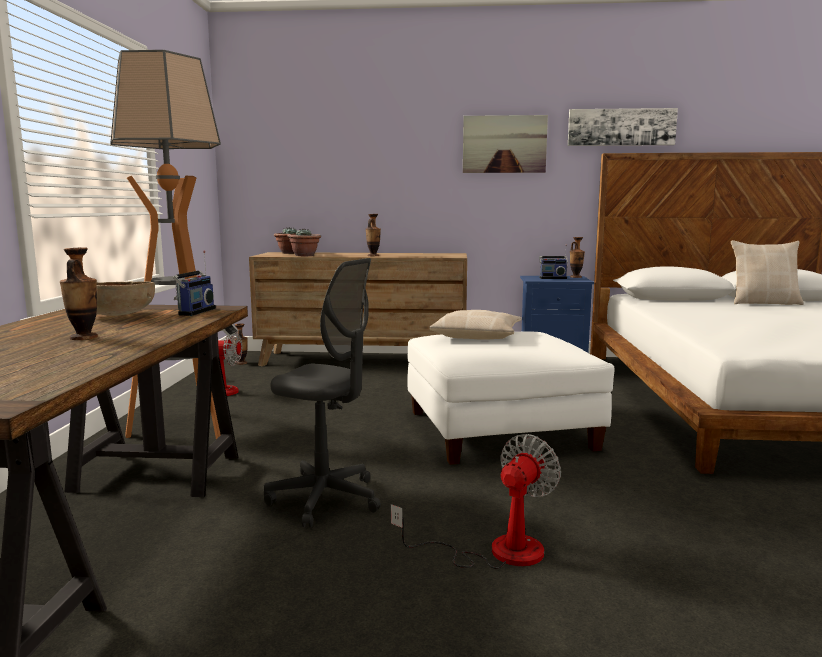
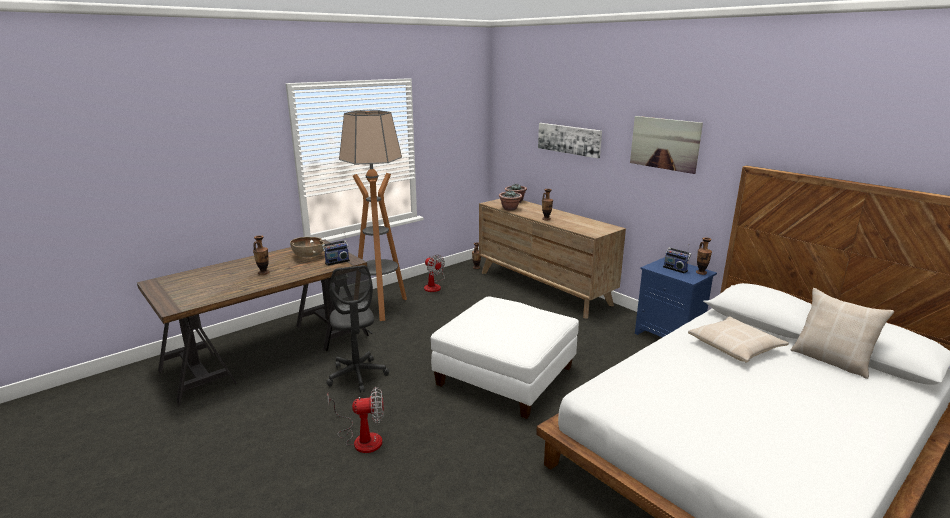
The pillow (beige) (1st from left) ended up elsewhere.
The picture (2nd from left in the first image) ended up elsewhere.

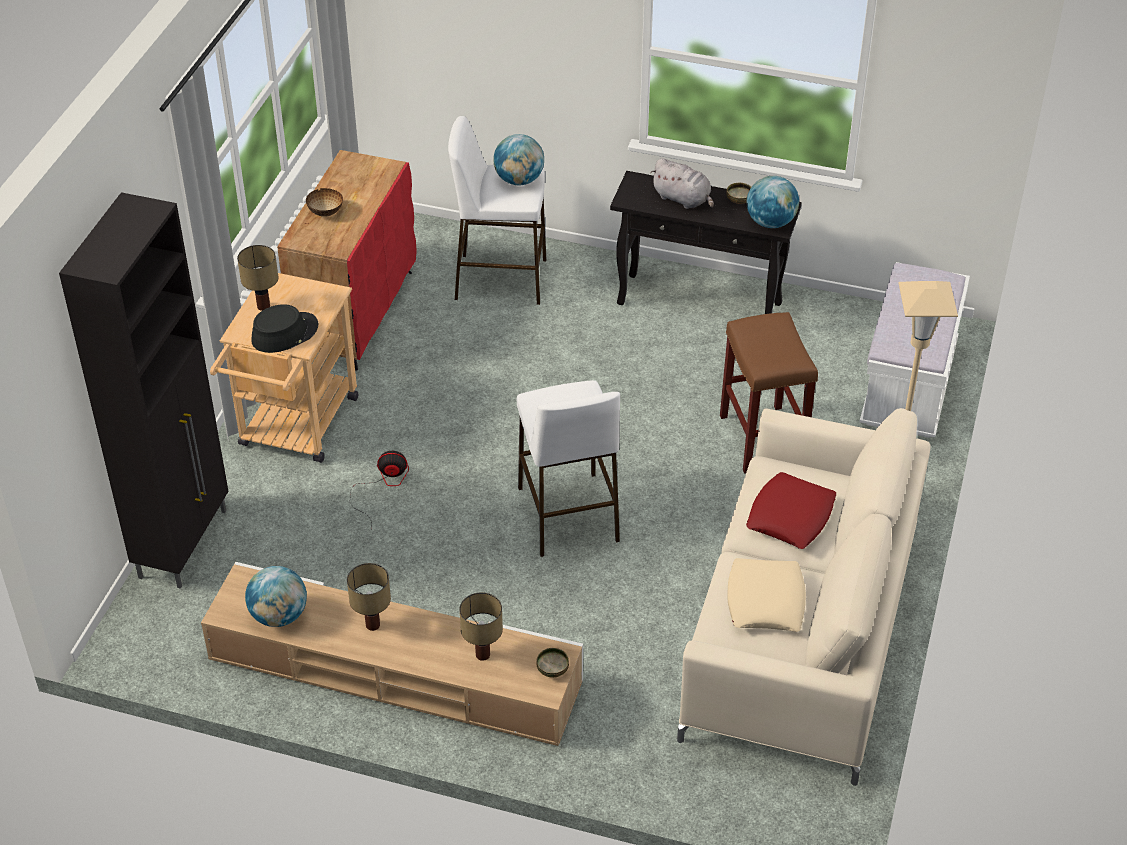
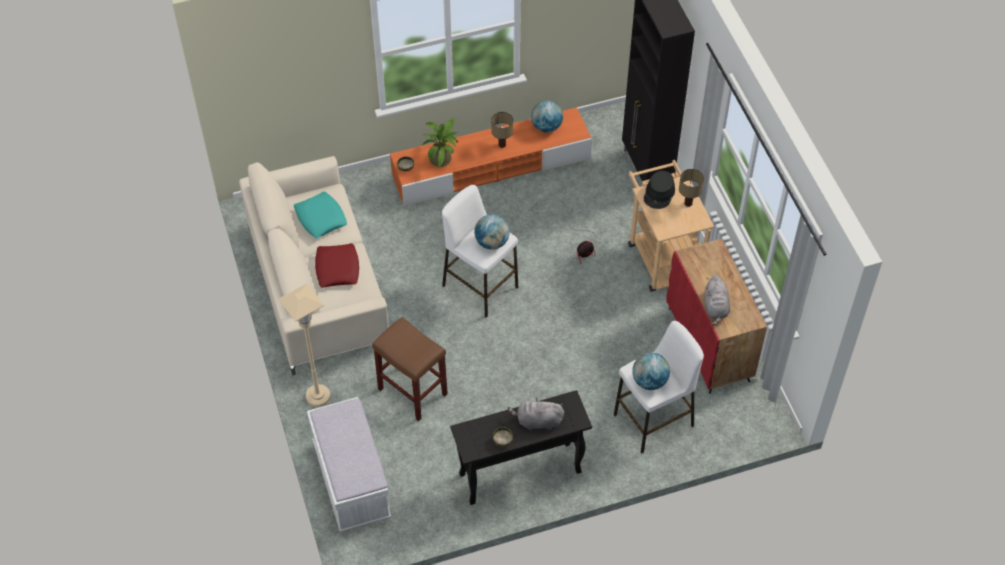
What was the tv stand (beige) turned into the tv stand (orange).
The second view lost the bowl (1st from left).
Where the table lamp (3rd from left) stood, the potted plant came to stand.
What was the pillow (beige) turned into the pillow (turquoise).
The globe (3rd from left in the first image) ended up elsewhere.
The second view gained the plush toy (grey) (2nd from left).

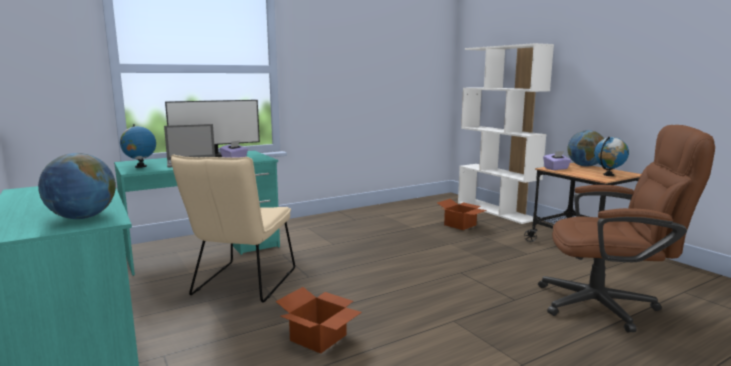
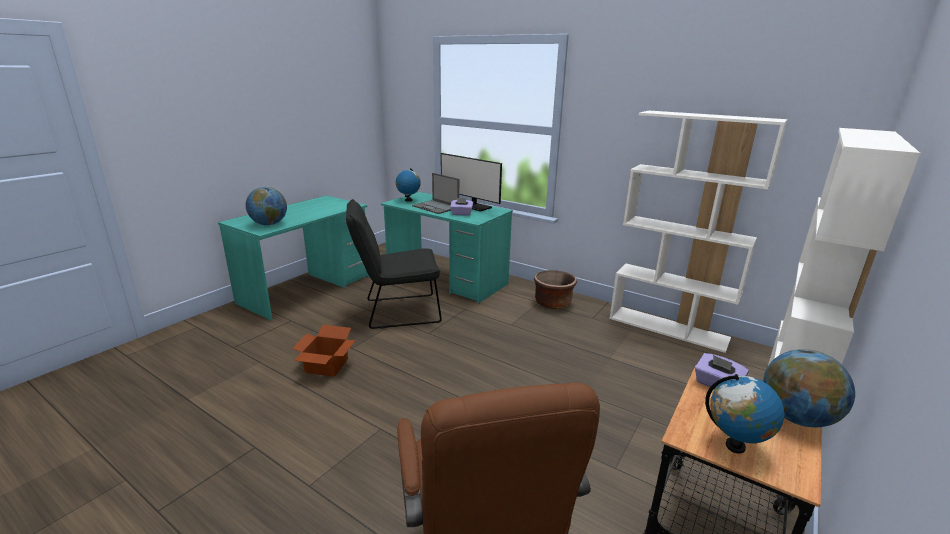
What was the chair (beige) turned into the chair (black).
The second view lost the cardboard box (2nd from left).
The second view gained the planter (brown).
The second view gained the bookcase (white) (1st from left).

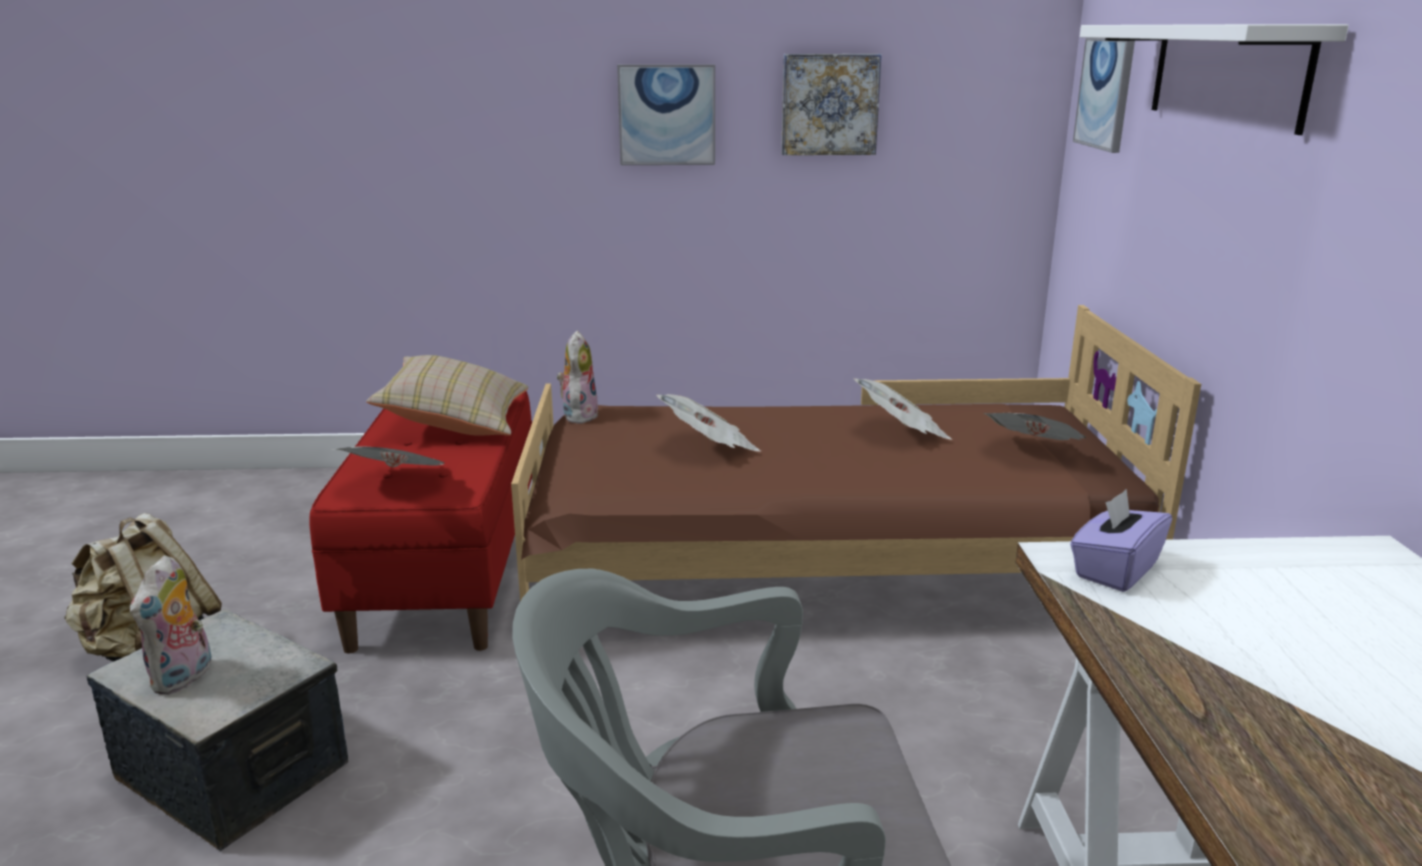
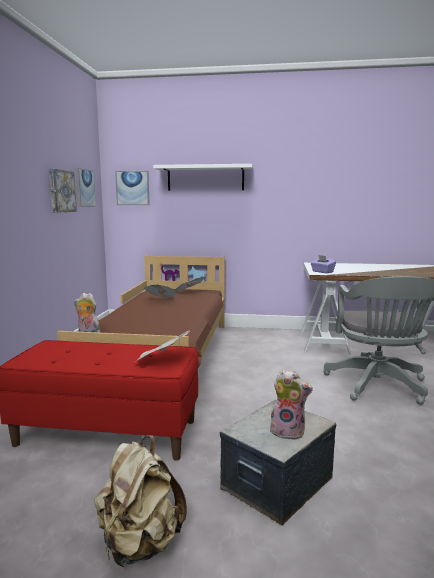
The second view lost the pillow (beige).
The picture (1st from left in the first image) ended up elsewhere.
The second view lost the newspaper (2nd from left).

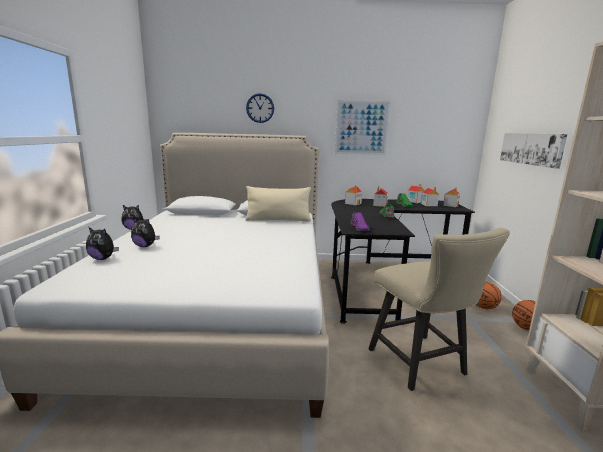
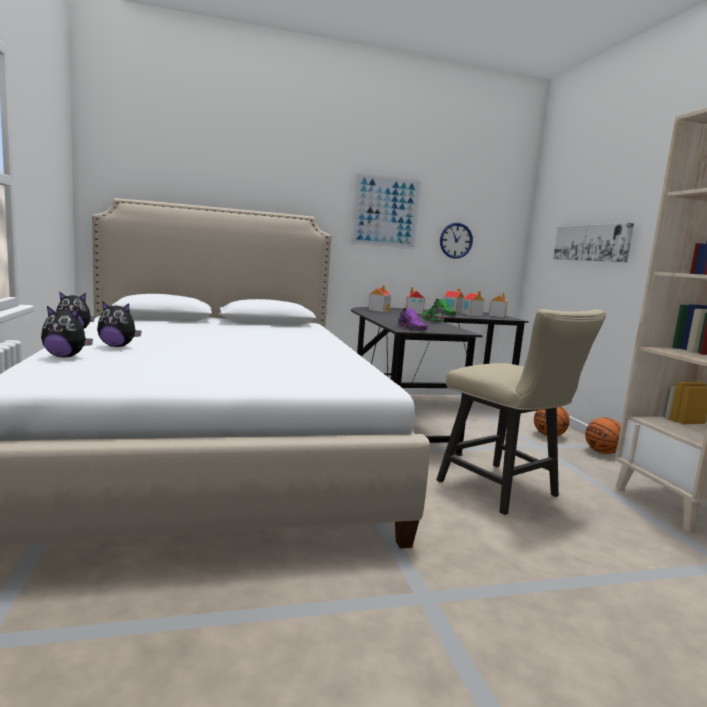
The wall clock ended up elsewhere.
The second view lost the pillow (beige).

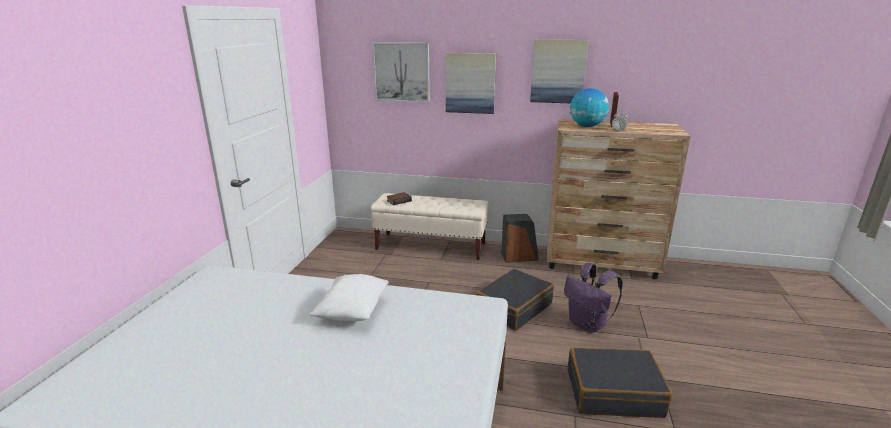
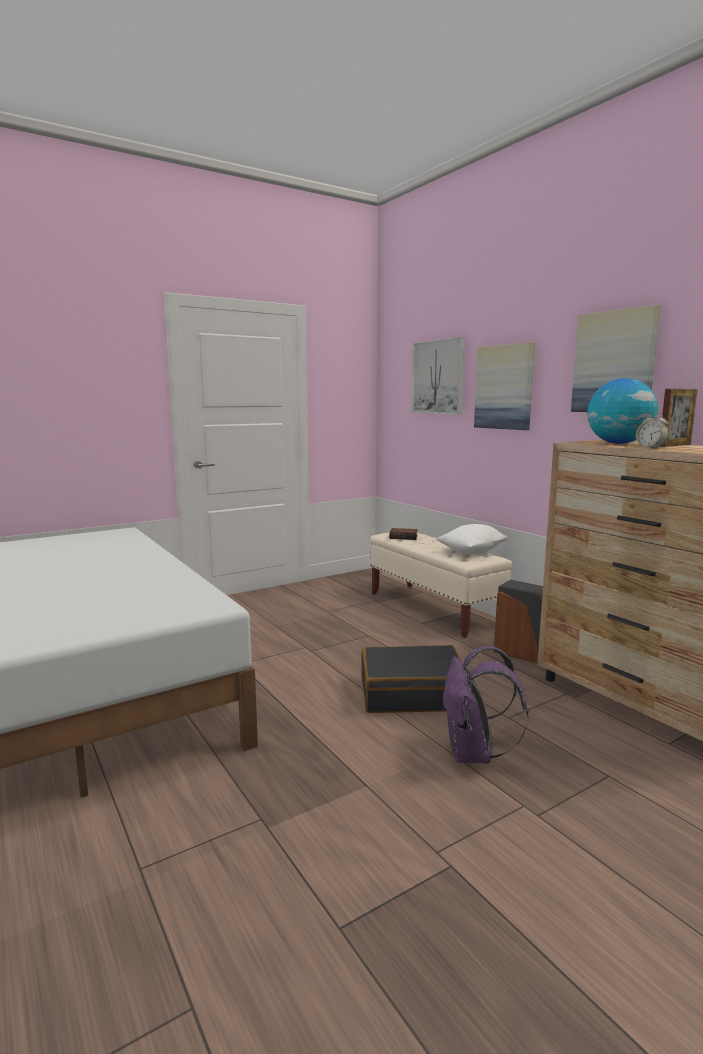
The pillow (white) ended up elsewhere.
The second view lost the suitcase (black) (2nd from left).

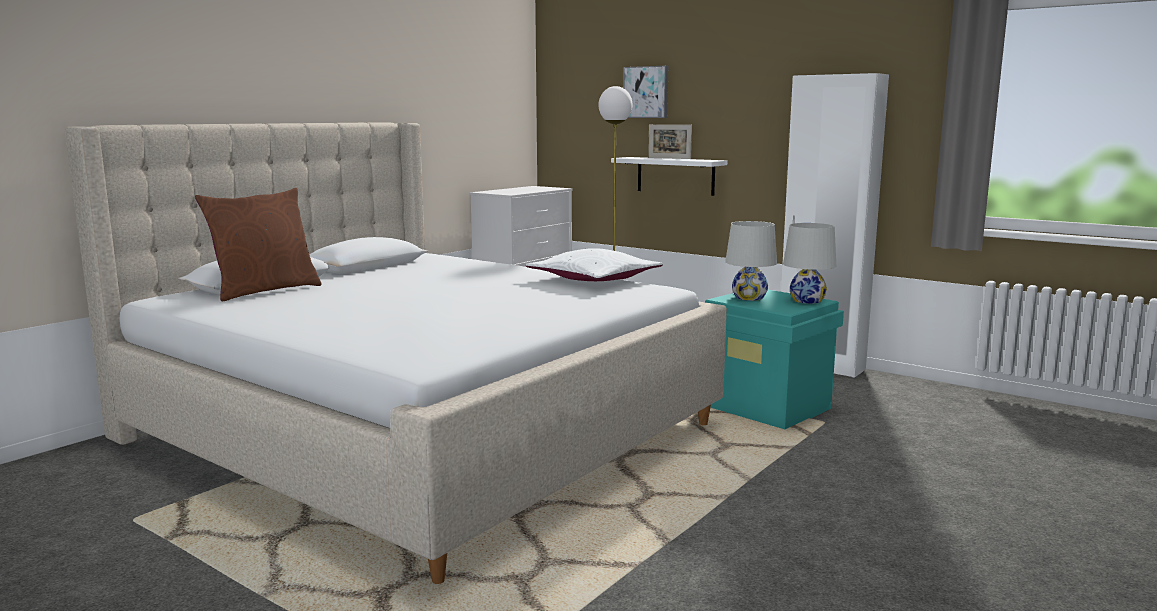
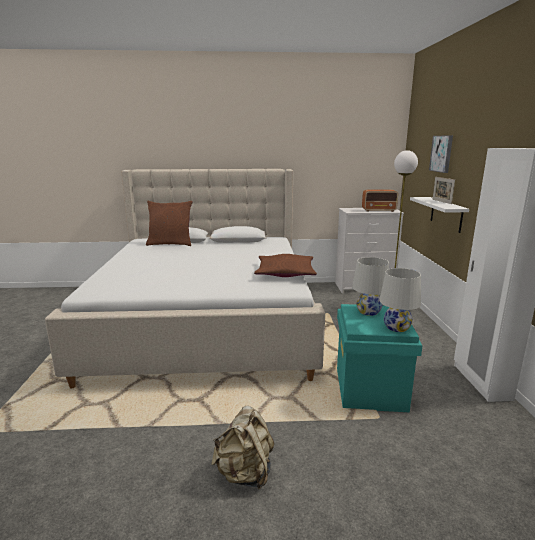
What was the pillow (white) turned into the pillow (brown) (2nd from left).
The second view gained the backpack (beige).
The second view gained the radio.

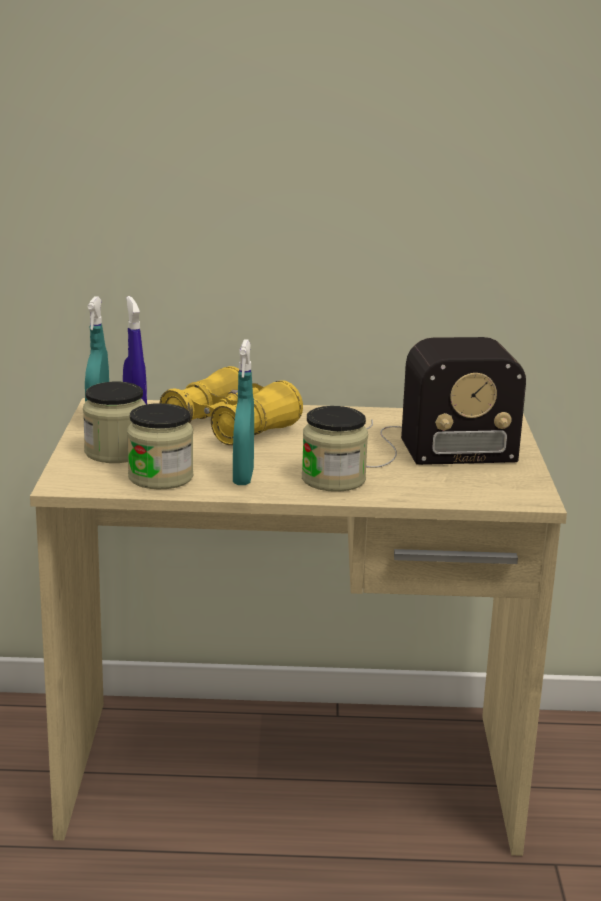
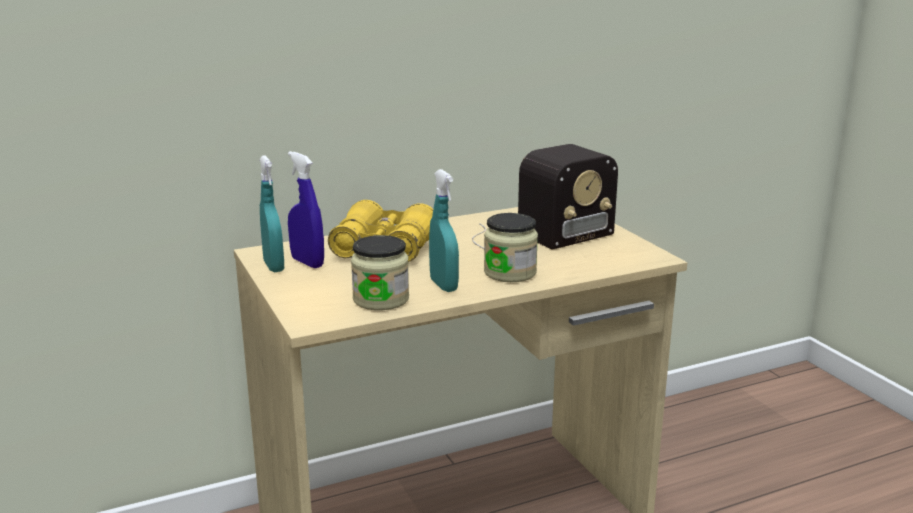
The second view lost the jar (1st from left).

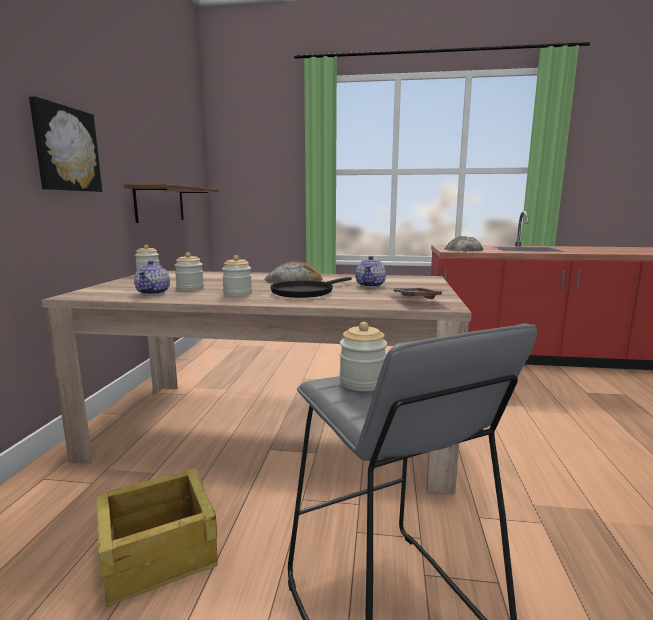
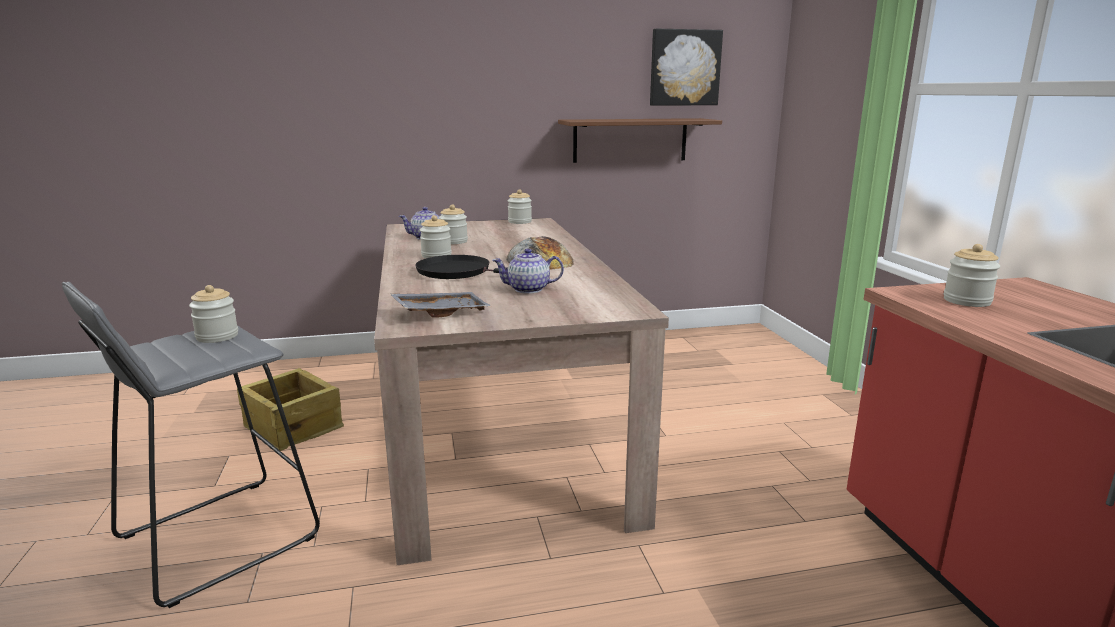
The picture ended up elsewhere.
Where the bread (2nd from left) stood, the jar (5th from left) came to stand.

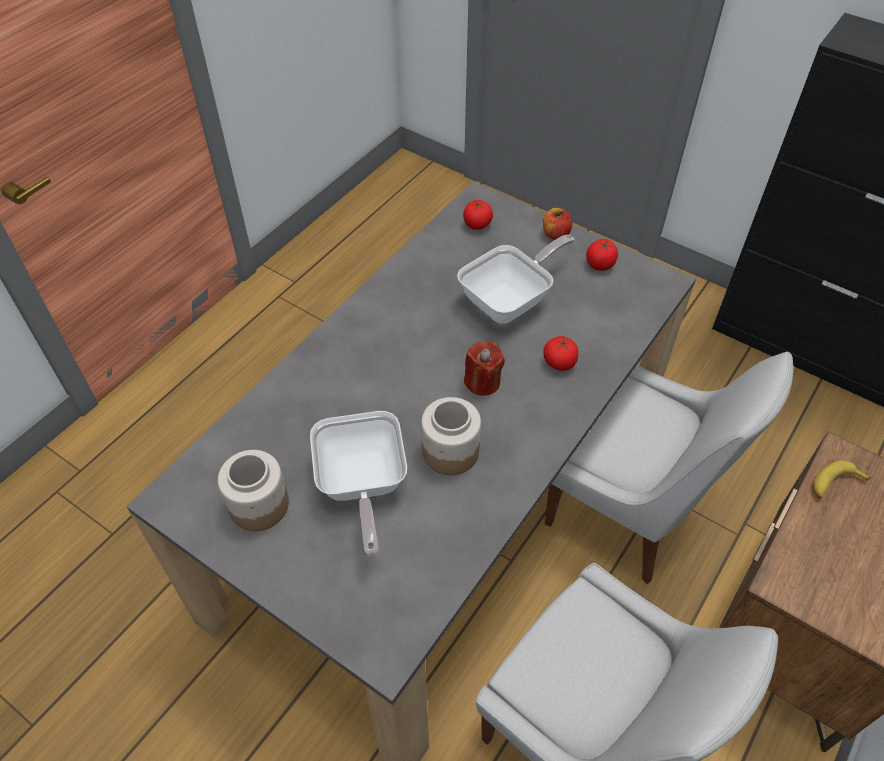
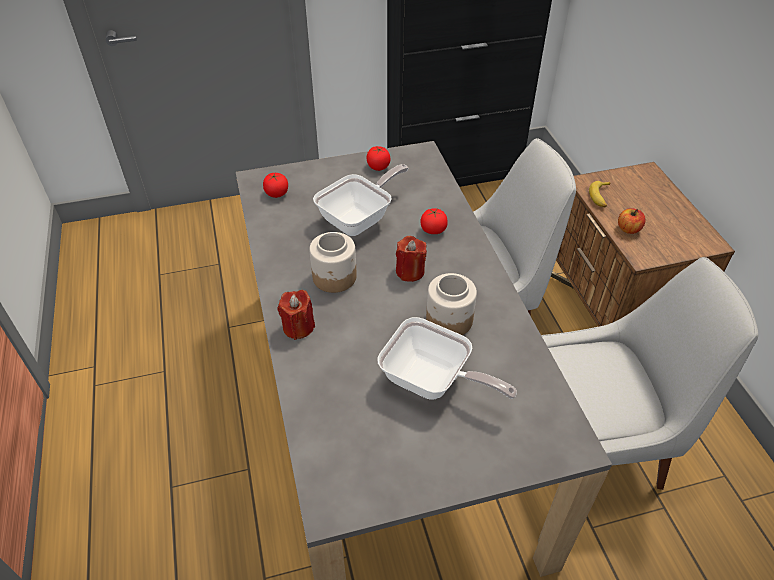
The jar (1st from left) ended up elsewhere.
The frying pan (2nd from left in the first image) ended up facing another way, 45 degrees clockwise from before.
The apple ended up elsewhere.
The second view gained the candle (red) (1st from left).

